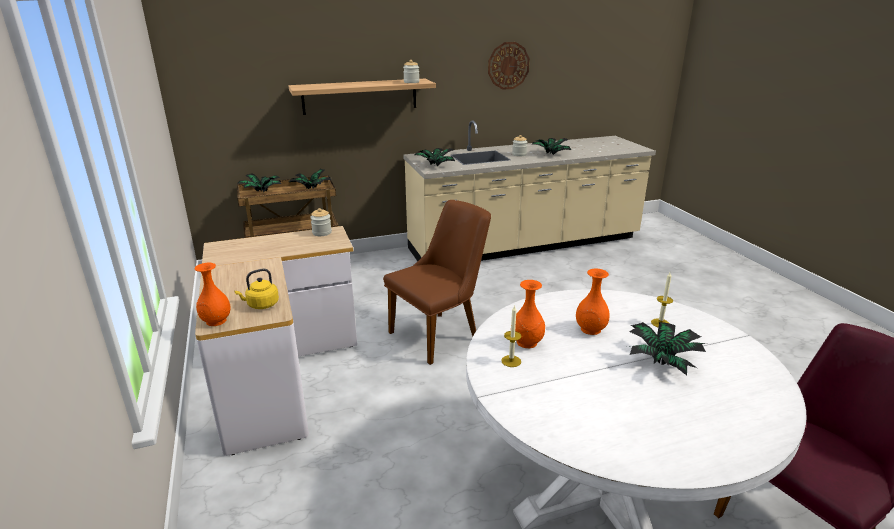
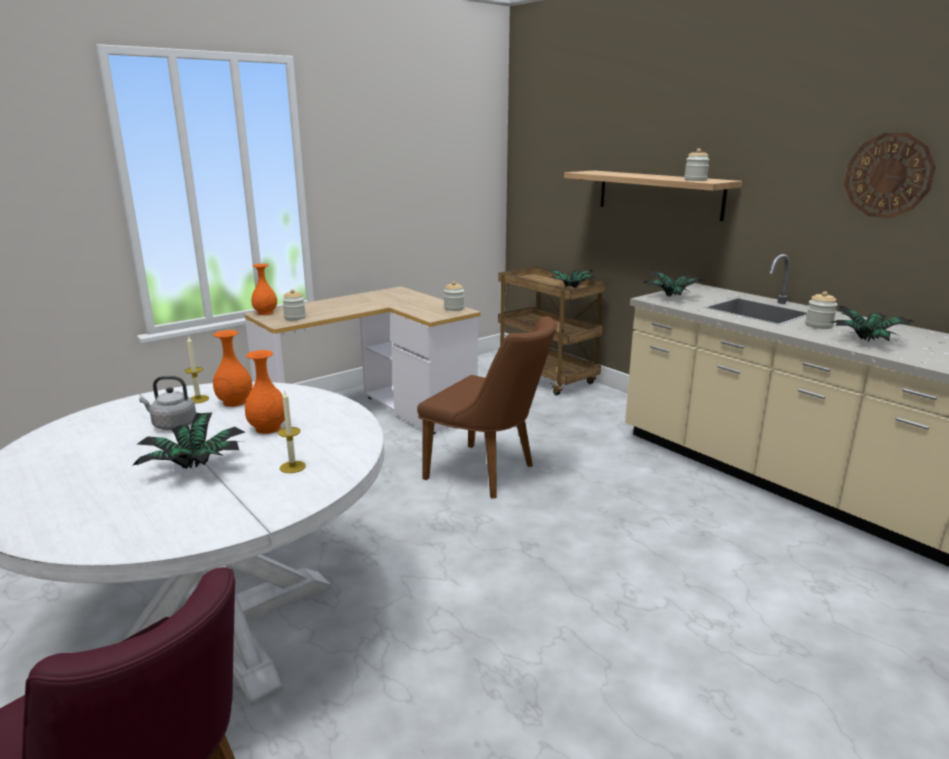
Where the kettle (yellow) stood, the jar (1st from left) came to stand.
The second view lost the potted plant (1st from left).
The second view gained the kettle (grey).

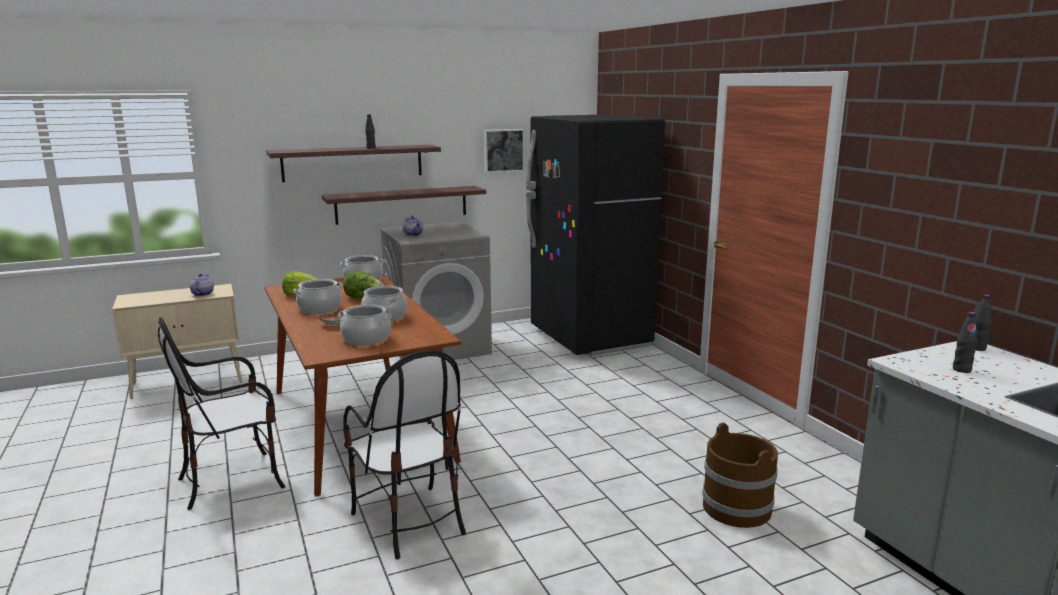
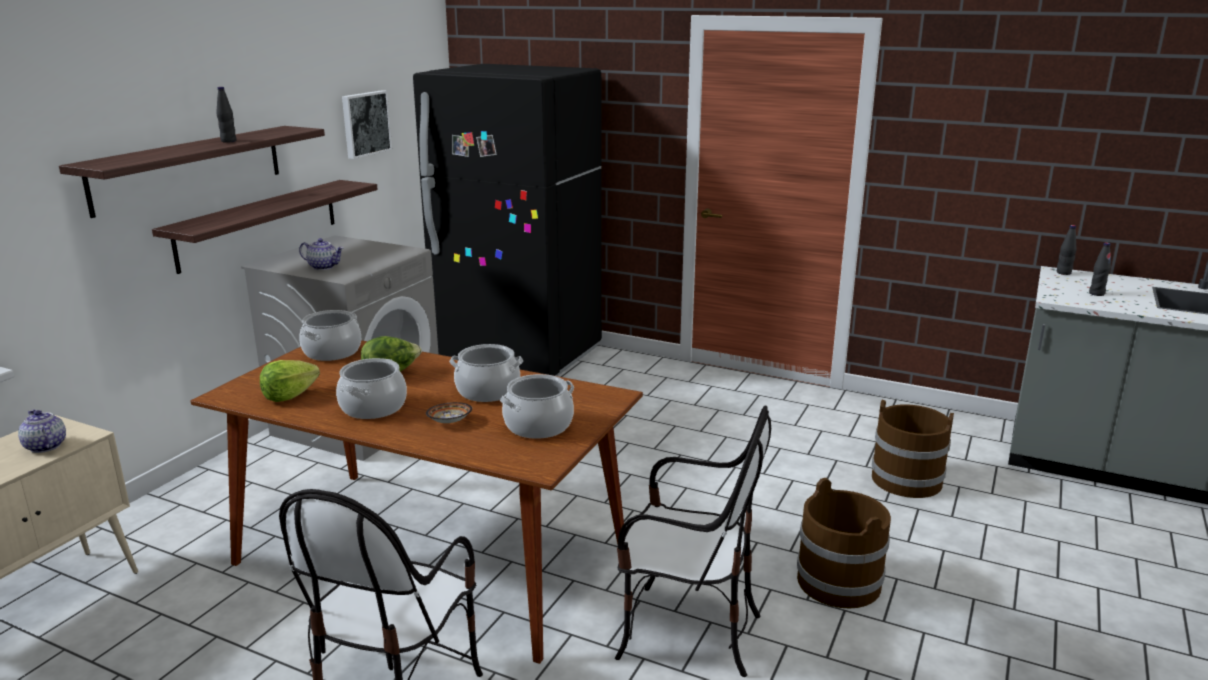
The second view gained the bucket (brown) (1st from left).

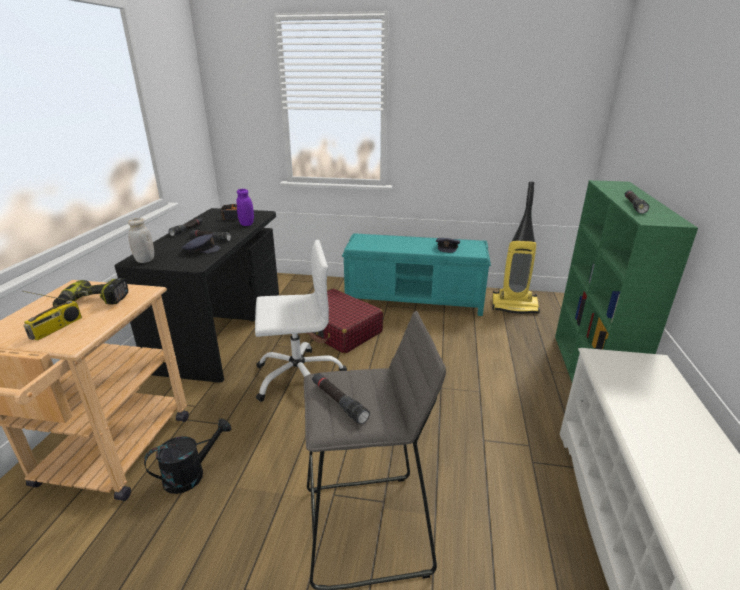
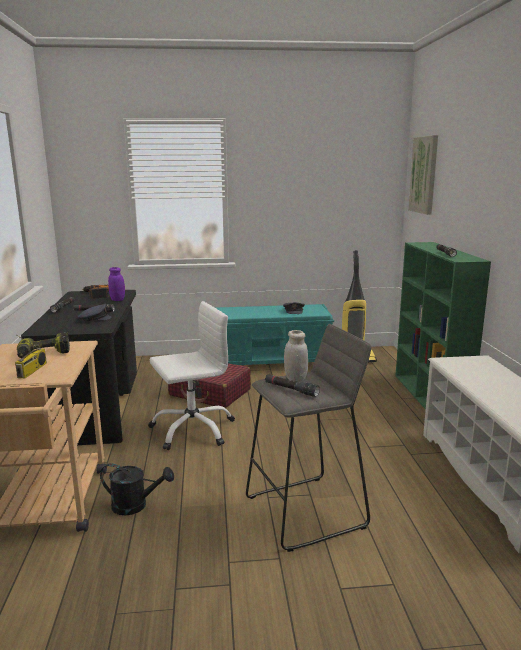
The jar (white) ended up elsewhere.
The watering can (black) ended up facing another way, 60 degrees clockwise from before.
The second view gained the picture.

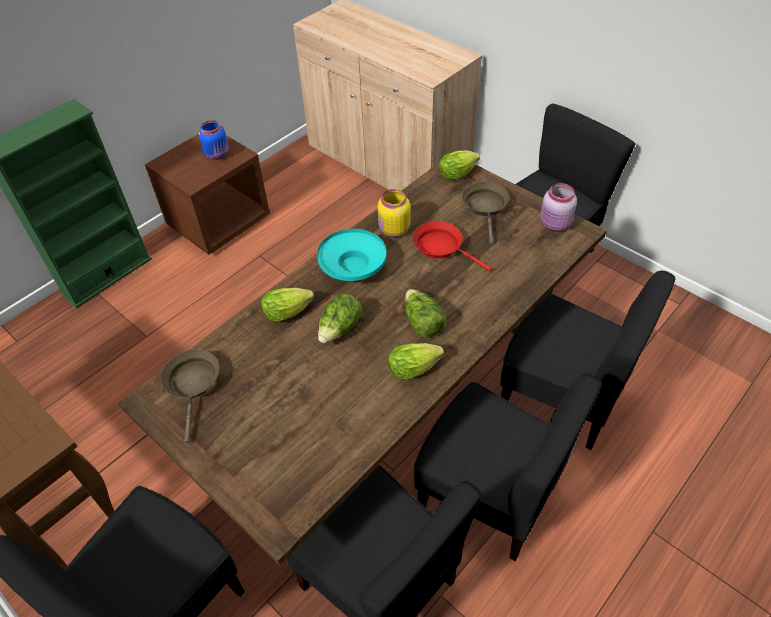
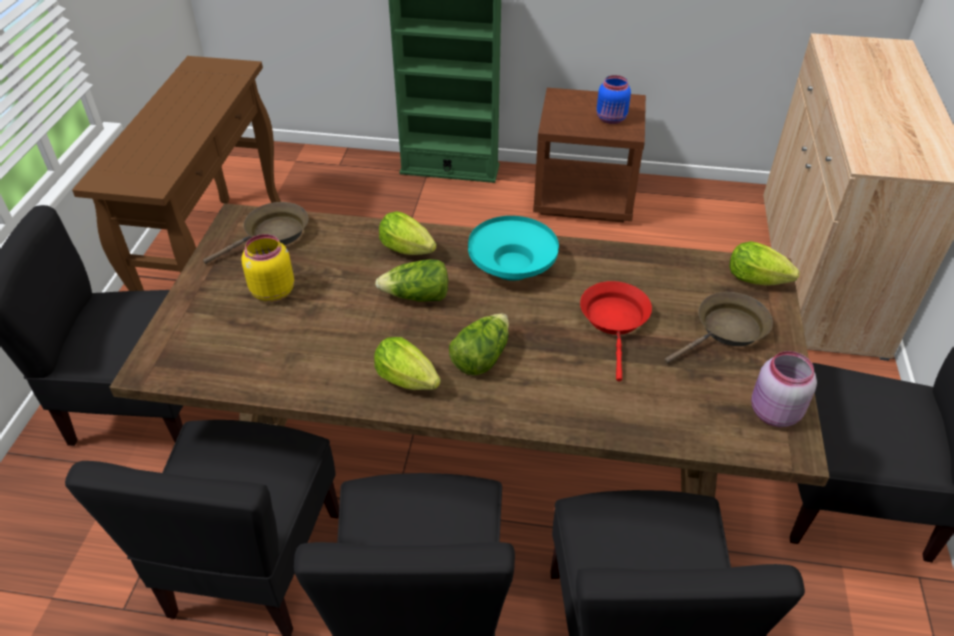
The jar (yellow) ended up elsewhere.

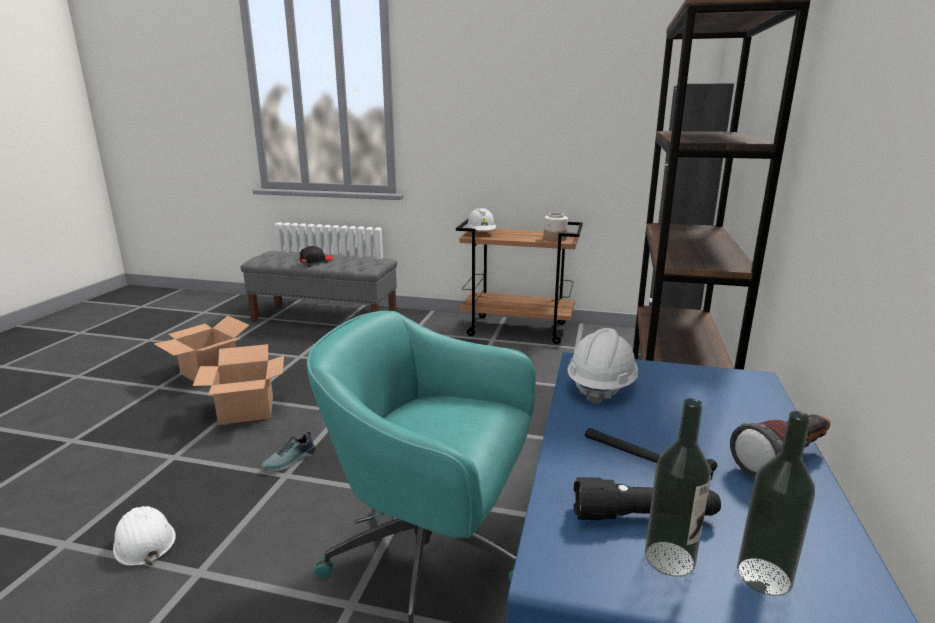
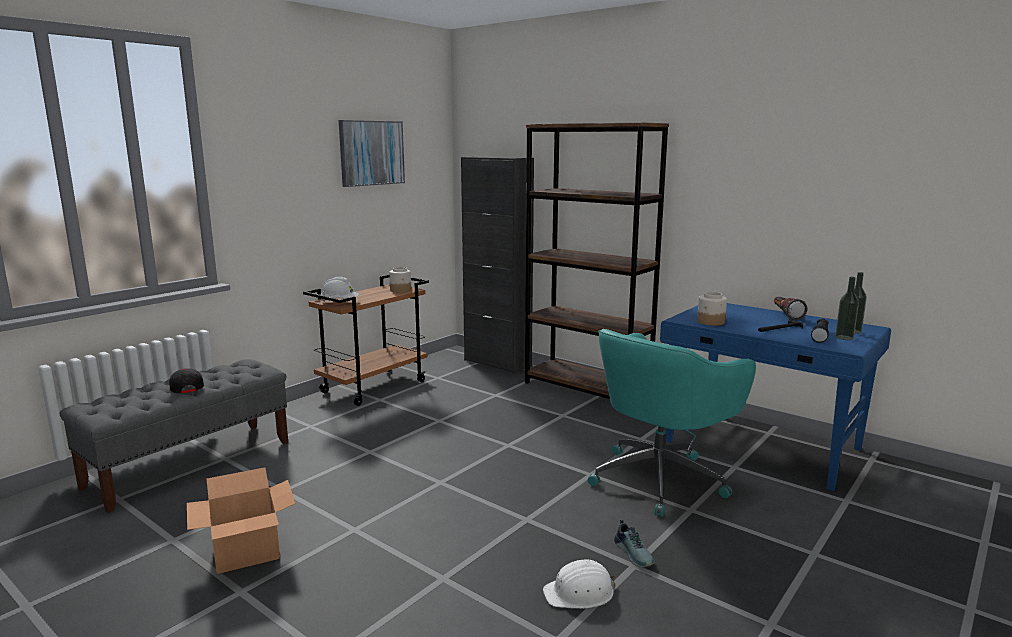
The second view lost the cardboard box (2nd from left).
The shoe ended up elsewhere.
Where the hard hat (white) (3rd from left) stood, the jar (2nd from left) came to stand.
The second view gained the picture.

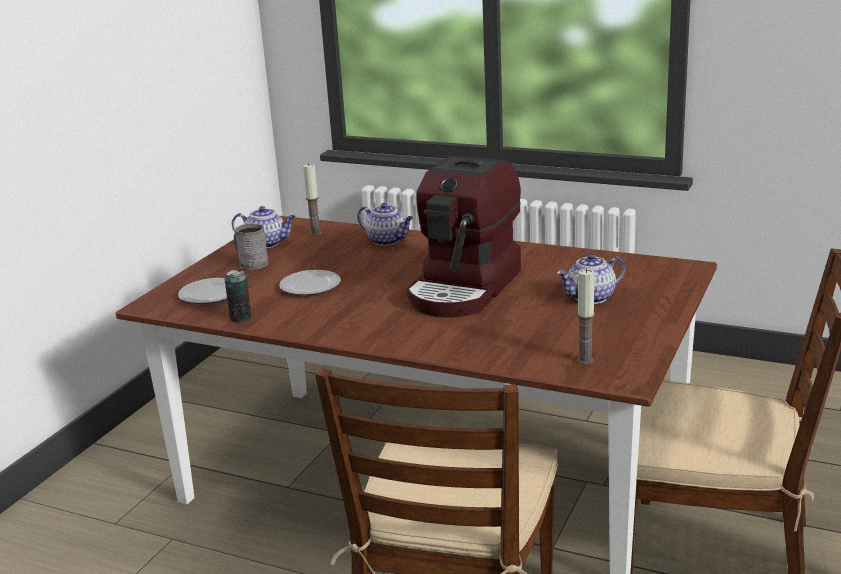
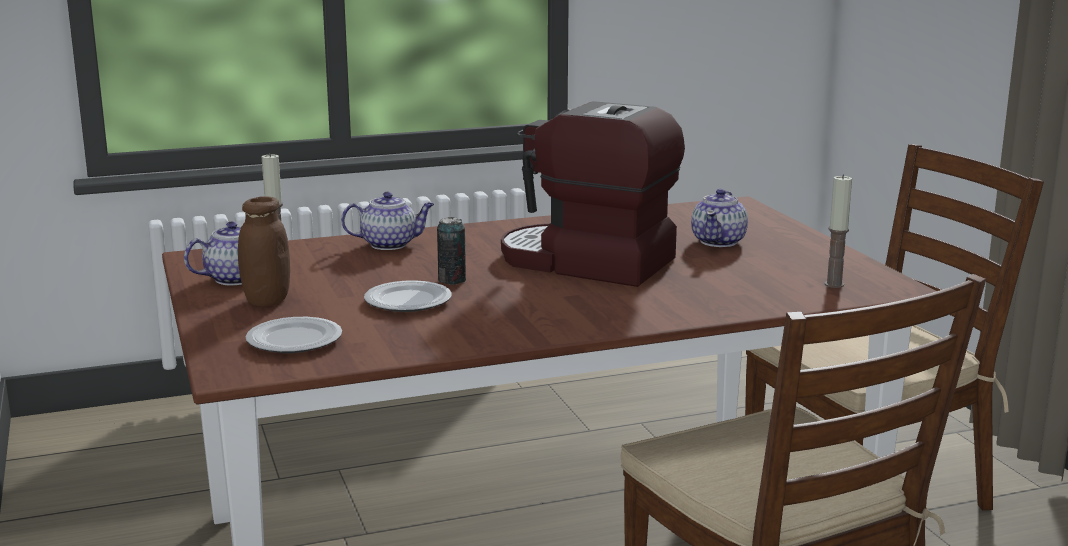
The can ended up elsewhere.
Where the mug (grey) stood, the jar (brown) came to stand.
The coffee machine ended up facing another way, 135 degrees clockwise from before.

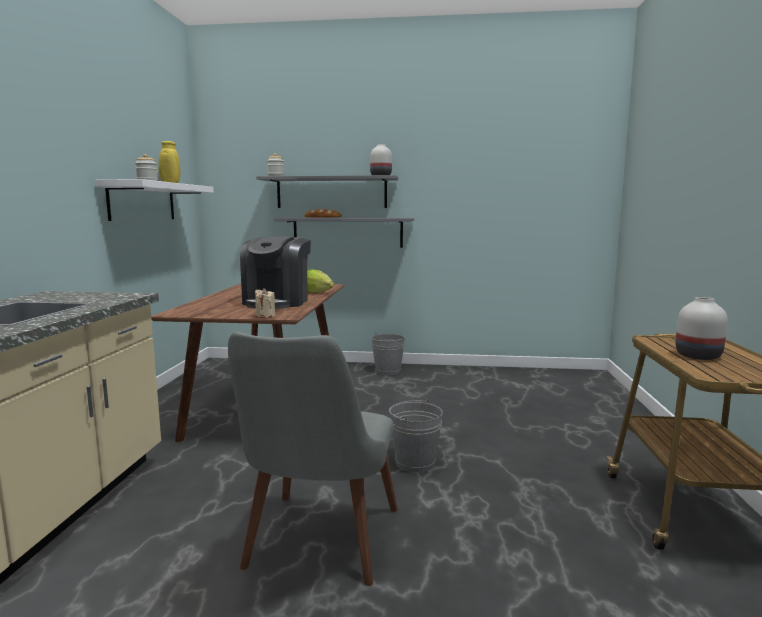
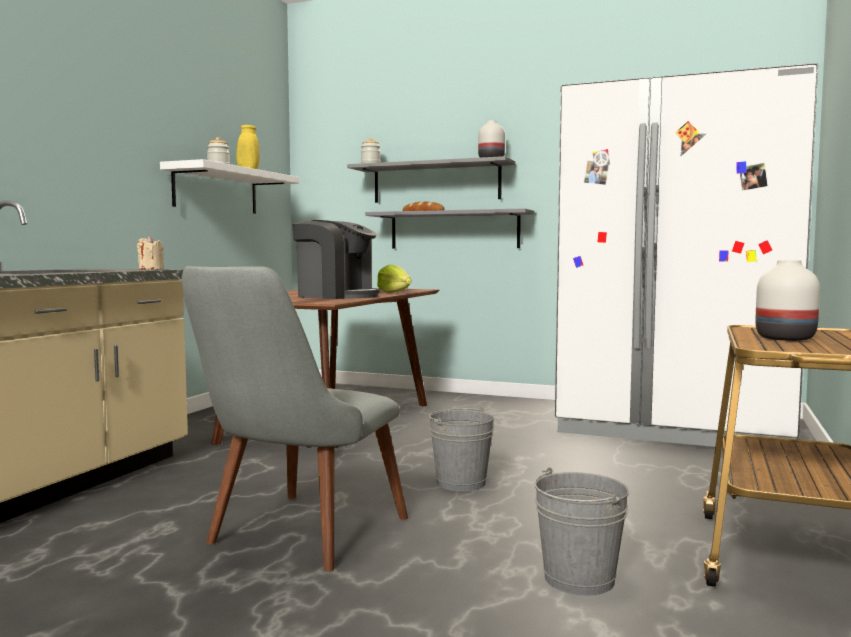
The coffee machine ended up facing another way, 90 degrees counterclockwise from before.
The candle (beige) ended up elsewhere.
The bucket (grey) (1st from left in the first image) ended up elsewhere.
The second view gained the fridge (white).

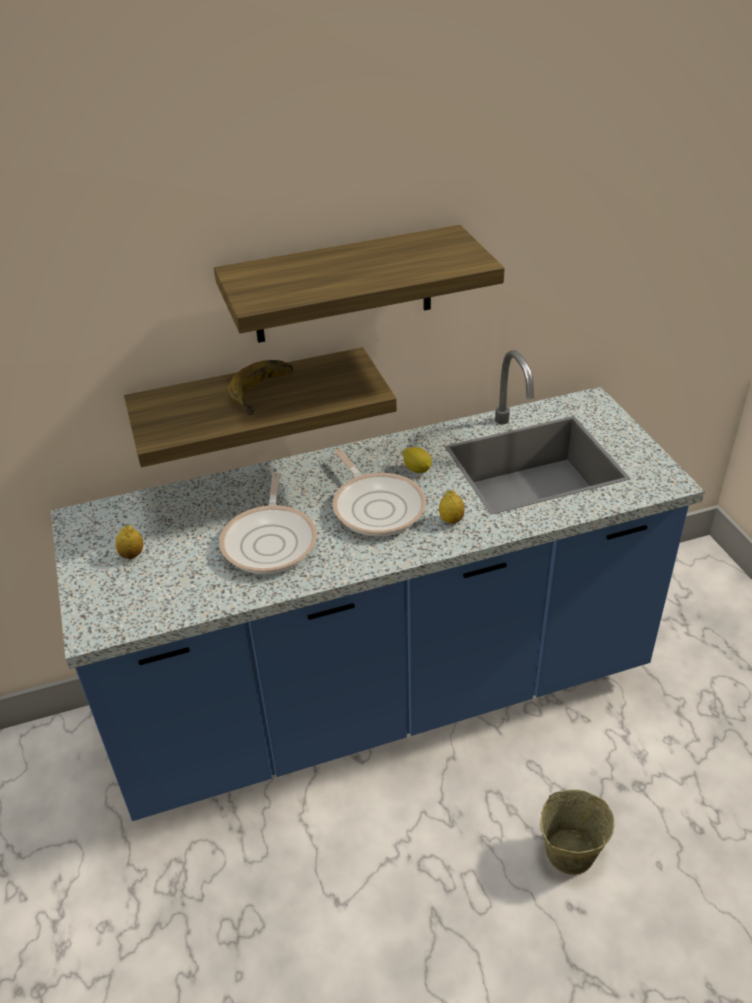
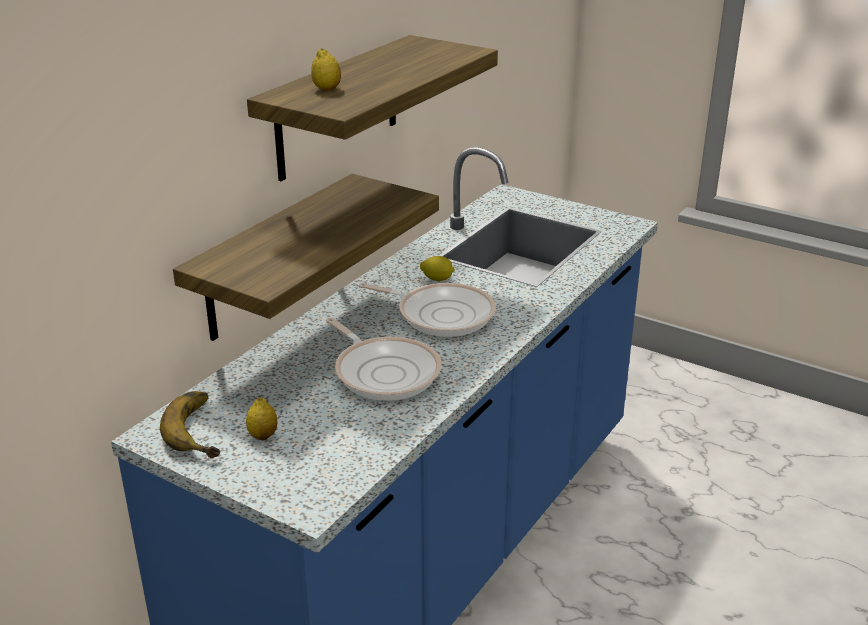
The banana ended up elsewhere.
The lemon (3rd from left in the first image) ended up elsewhere.
The second view lost the bucket (beige).

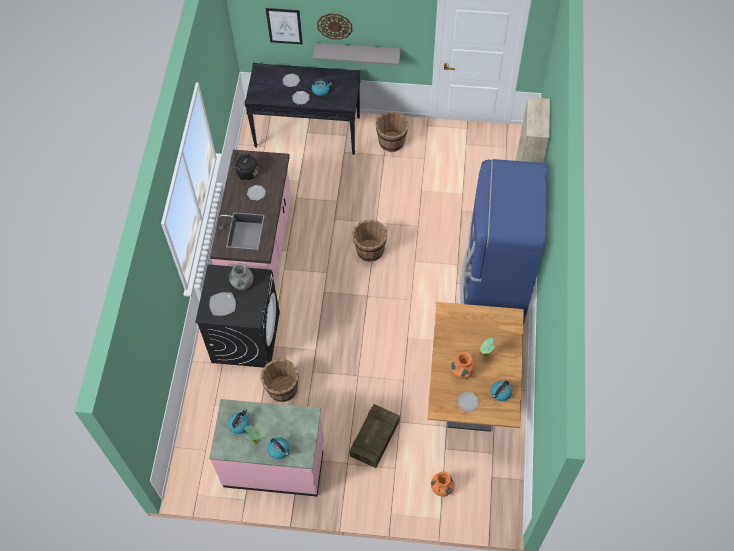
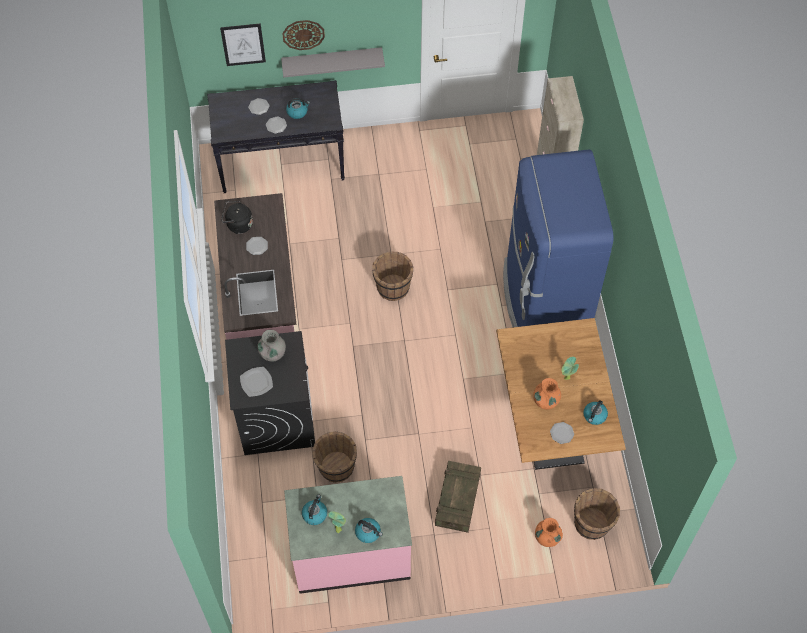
The bucket (brown) (3rd from left) ended up elsewhere.

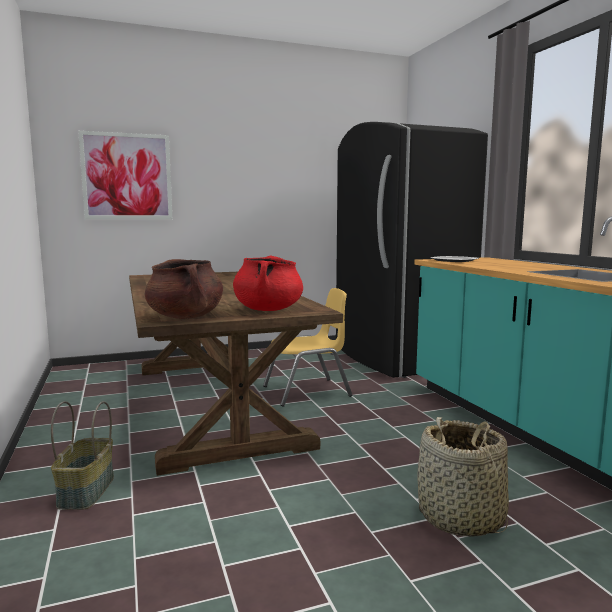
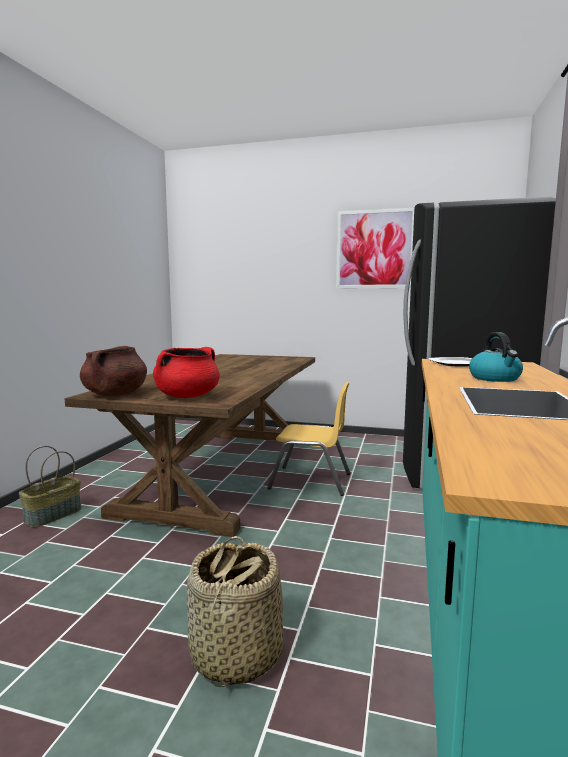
The picture ended up elsewhere.
The second view gained the kettle.

